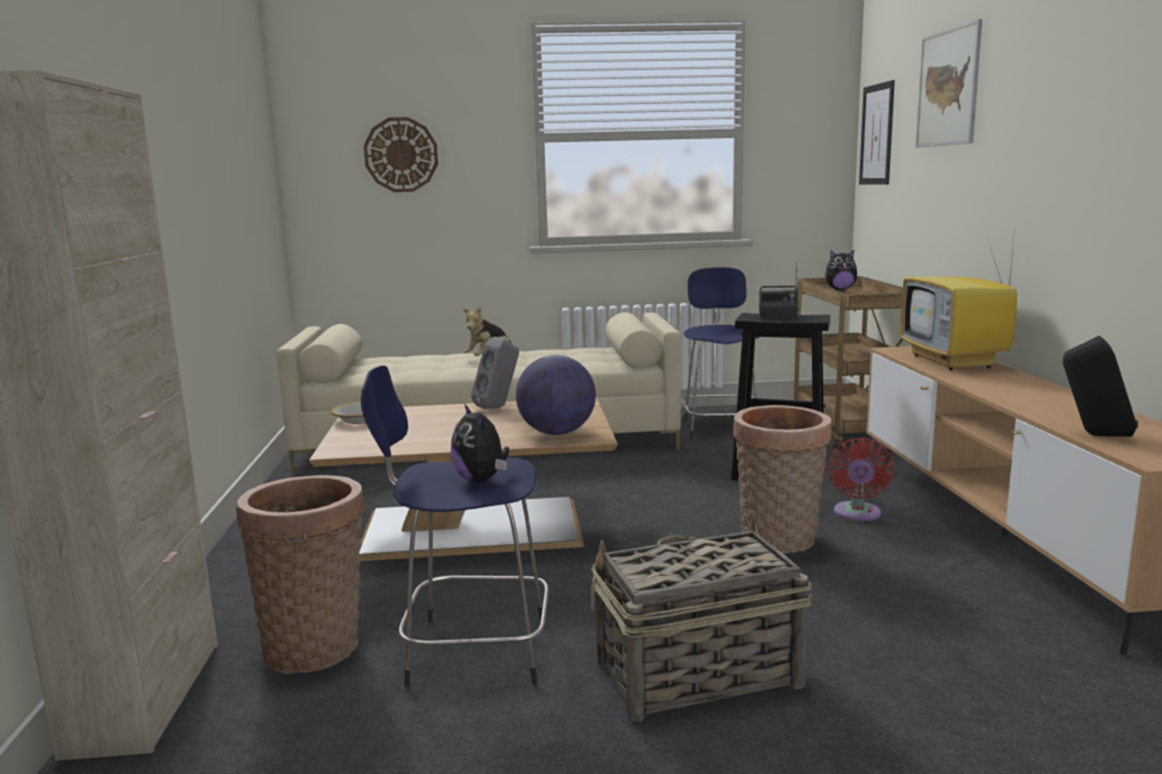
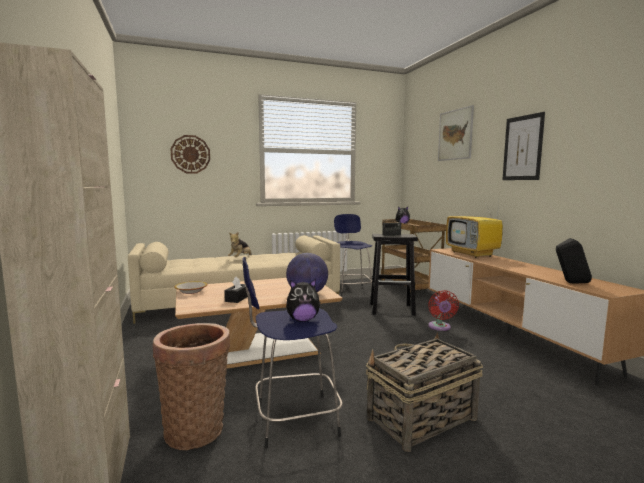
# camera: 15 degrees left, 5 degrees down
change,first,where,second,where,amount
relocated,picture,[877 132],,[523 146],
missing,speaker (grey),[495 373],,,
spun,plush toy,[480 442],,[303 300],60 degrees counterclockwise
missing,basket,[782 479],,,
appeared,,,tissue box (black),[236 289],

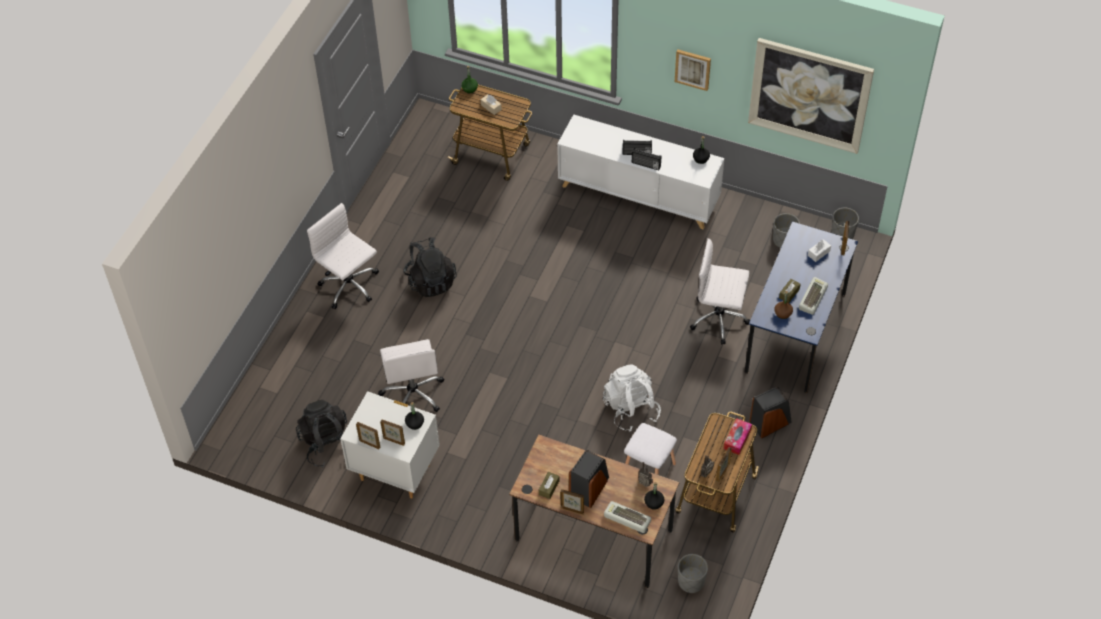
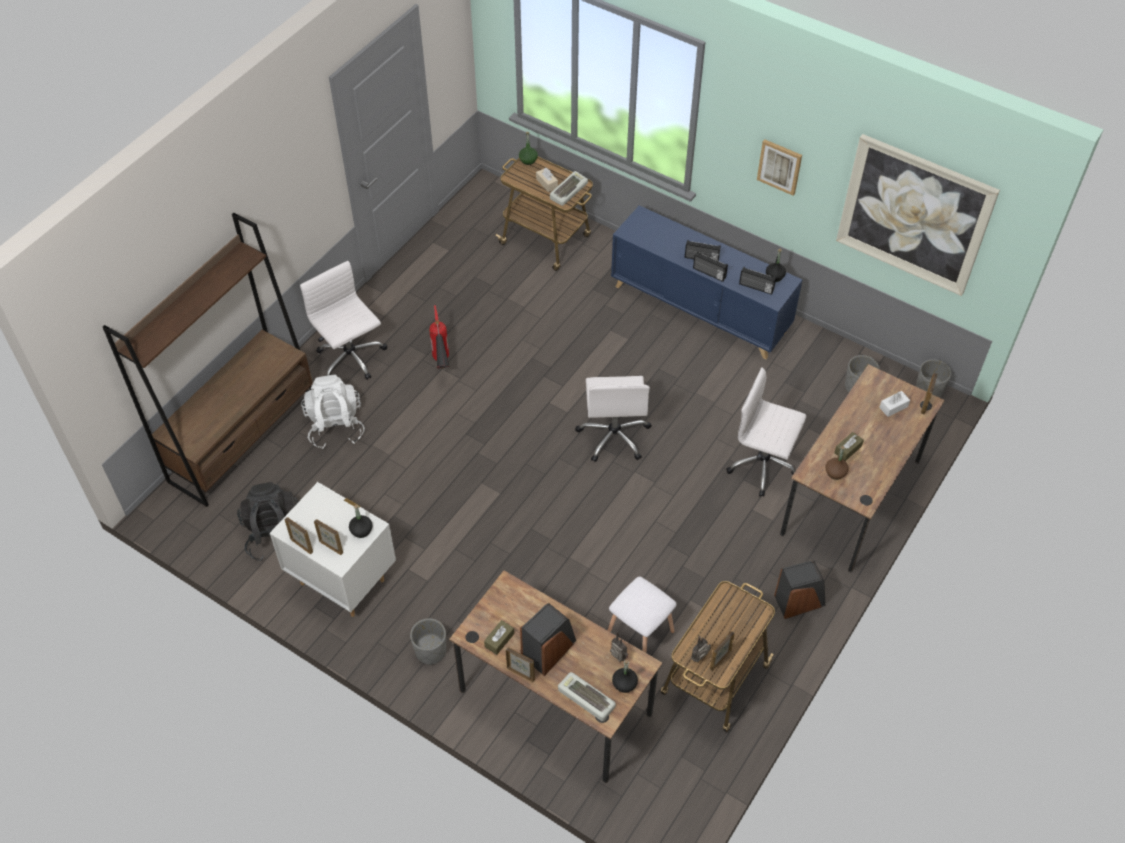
# camera: 10 degrees right, 0 degrees up
change,first,where,second,where,amount
colour,cabinet (white),[640 172],cabinet (blue),[706 282],
colour,desk (blue),[801 307],desk (brown),[862 468],
exchanged,backpack (black),[430 267],fire extinguisher,[439 336],
relocated,keyboard,[813 296],,[569 188],
relocated,office chair (white),[411 375],,[613 419],
relocated,backpack (white),[632 398],,[333 411],
missing,tissue box,[738 436],,,
relocated,planter (grey),[693 573],,[428 641],
appeared,,,bookcase (brown),[208 360],
appeared,,,radio,[757 281],

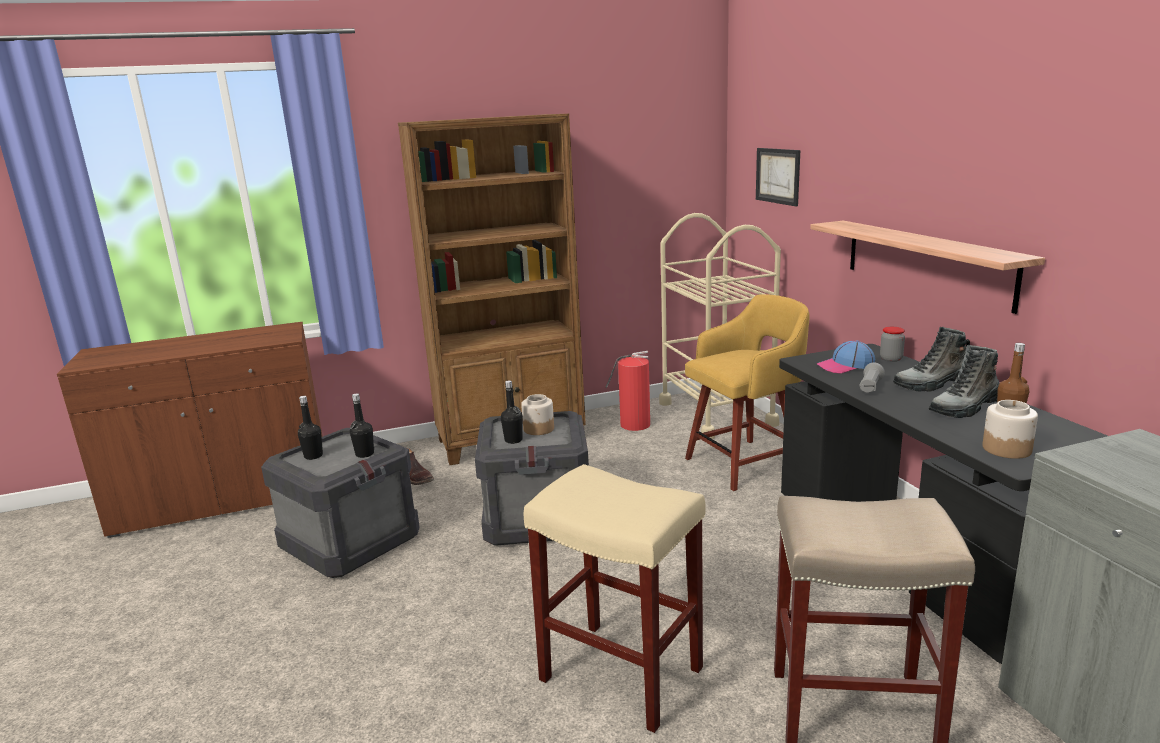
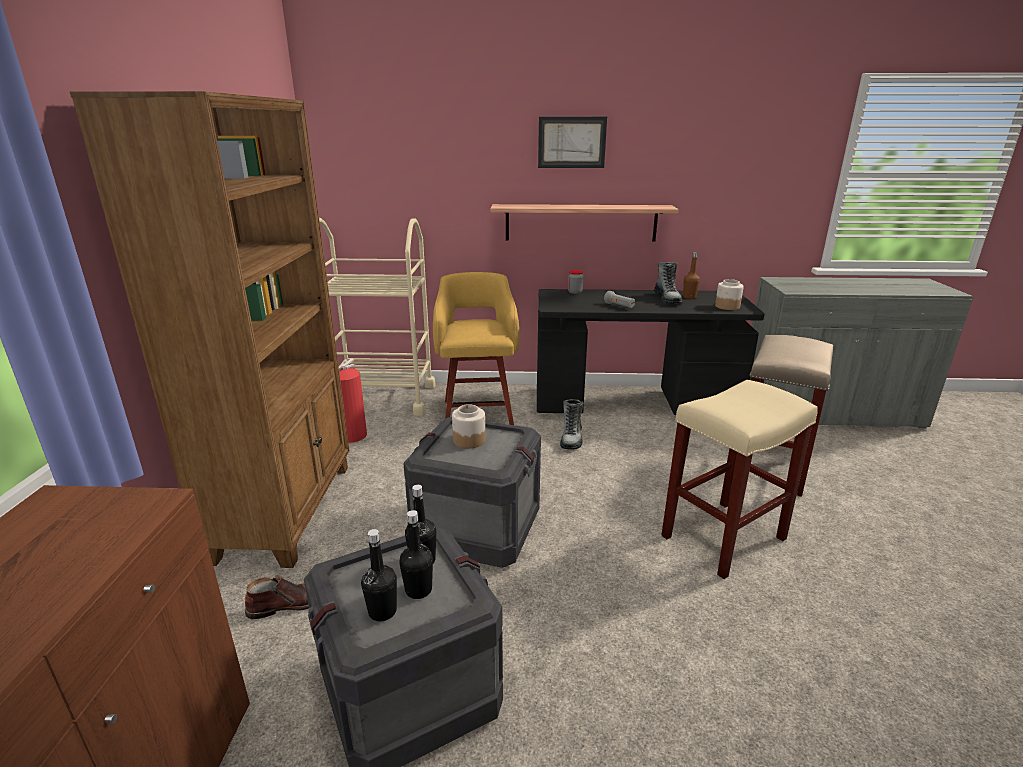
# camera: 70 degrees left, 5 degrees up
change,first,where,second,where,amount
relocated,picture,[778 177],,[572 142],
relocated,boot,[931 359],,[571 424],
missing,cap,[846 357],,,
relocated,bottle (black),[512 412],,[416 554],

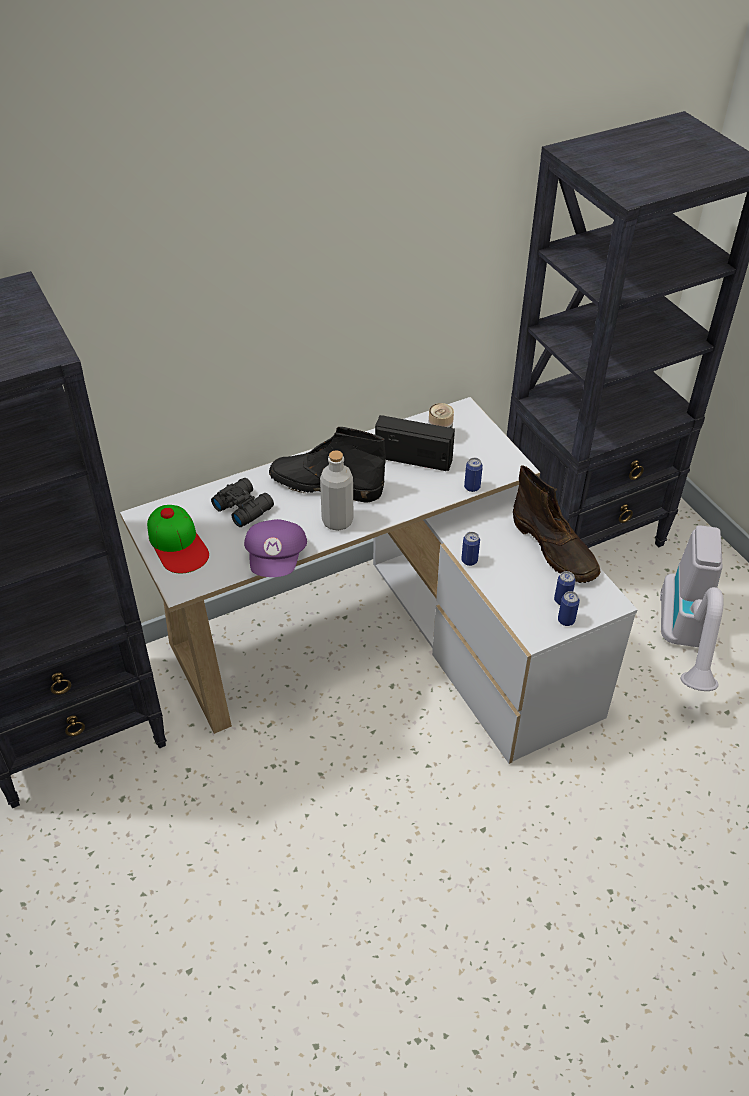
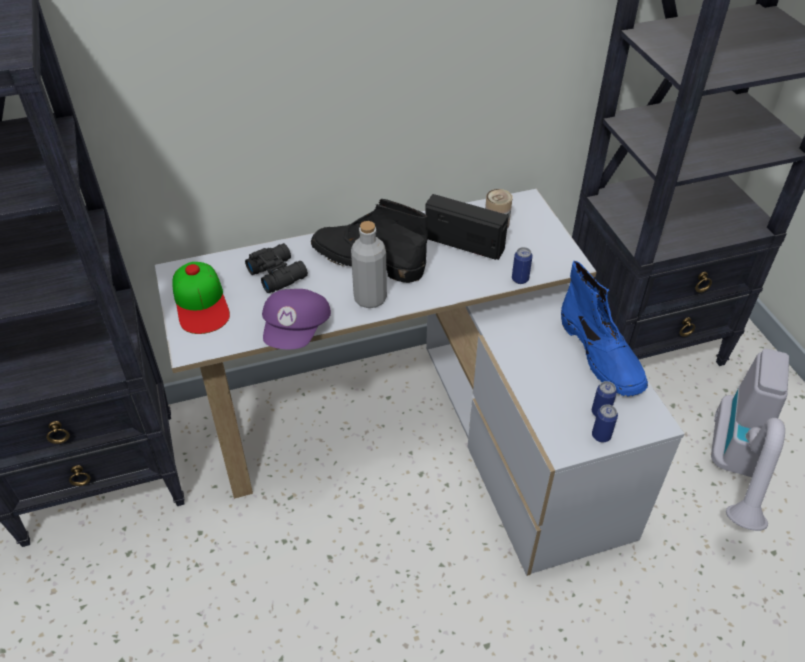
# camera: 10 degrees right, 0 degrees up
change,first,where,second,where,amount
colour,boot (brown),[556 524],boot (blue),[604 329],
missing,can,[470 549],,,

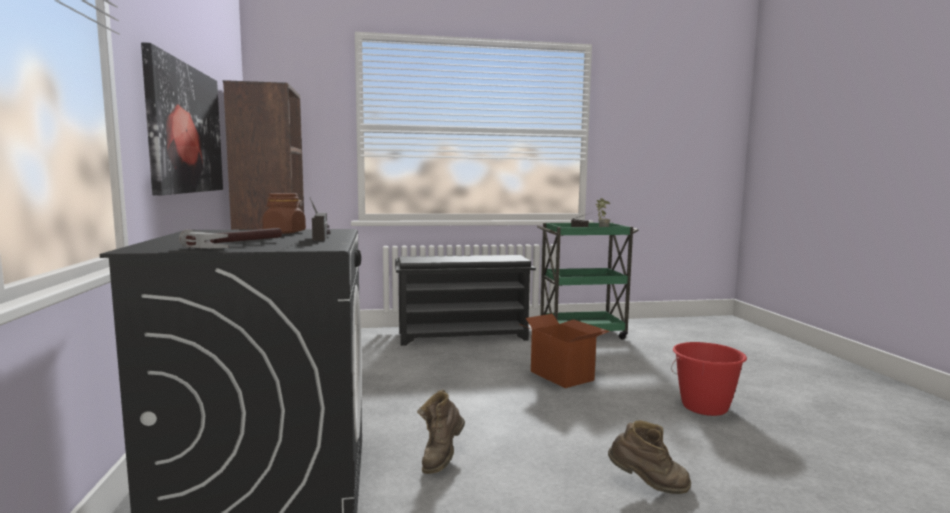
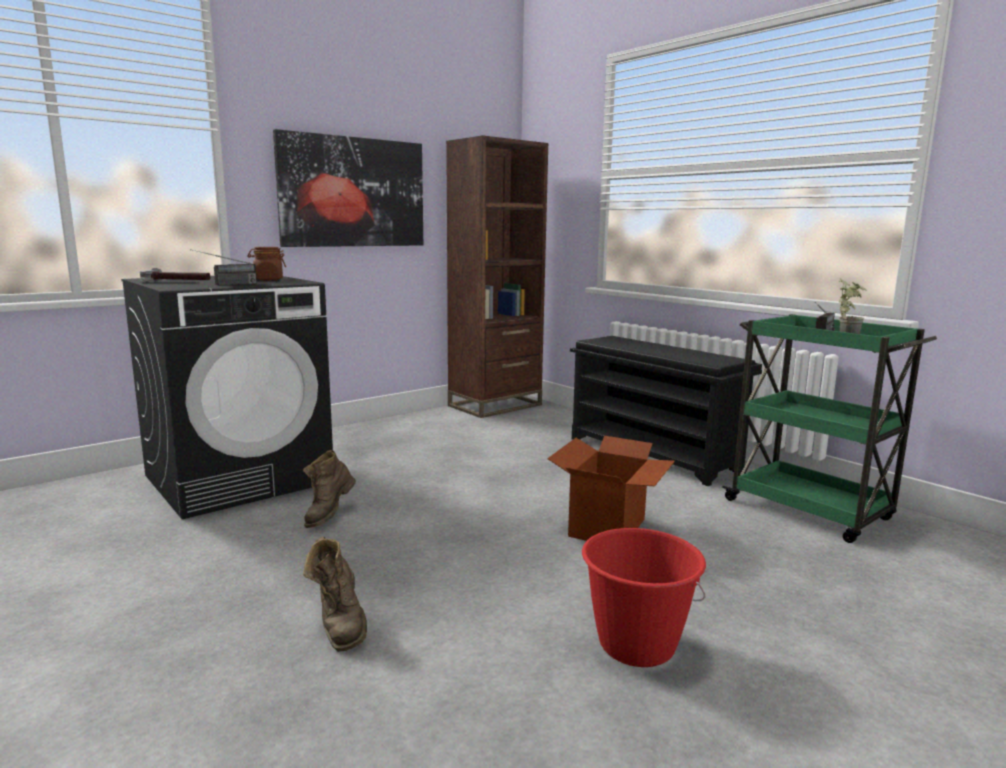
# camera: 60 degrees right, 5 degrees up
change,first,where,second,where,amount
spun,boot (brown),[441 432],,[329 489],60 degrees counterclockwise

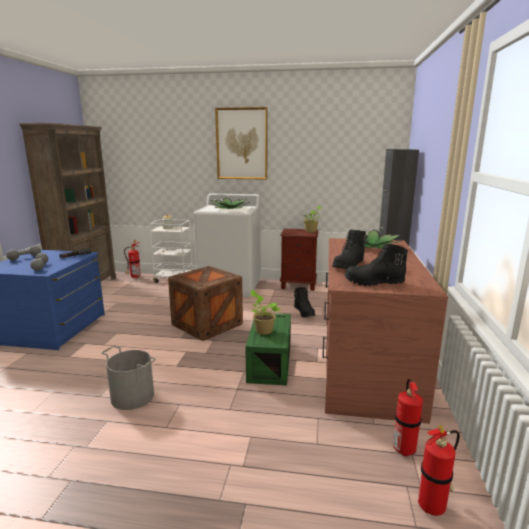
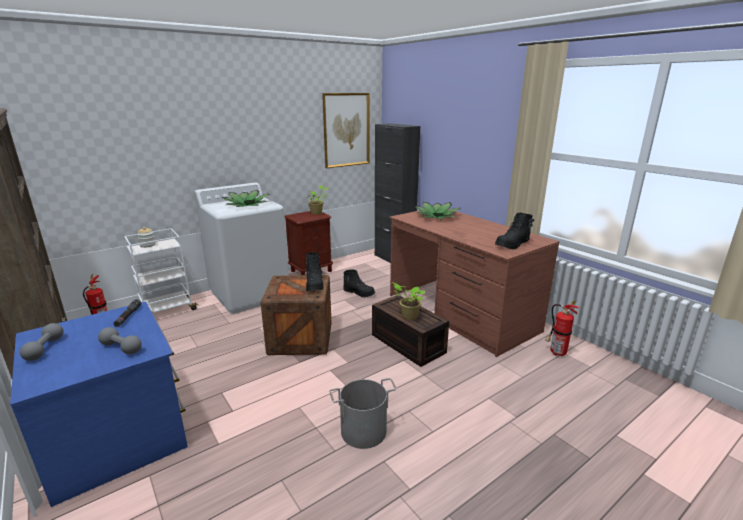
# camera: 45 degrees left, 5 degrees up
change,first,where,second,where,amount
relocated,picture,[241 143],,[346 130],
relocated,boot (black),[350 249],,[315 271],
colour,storage box (green),[268 349],storage box (brown),[410 331],
missing,fire extinguisher,[439 470],,,

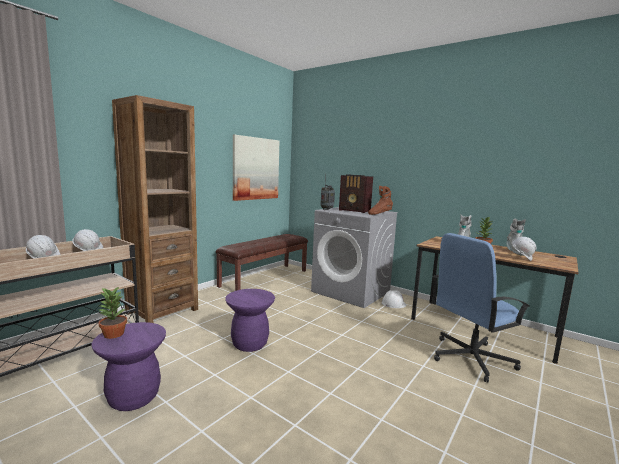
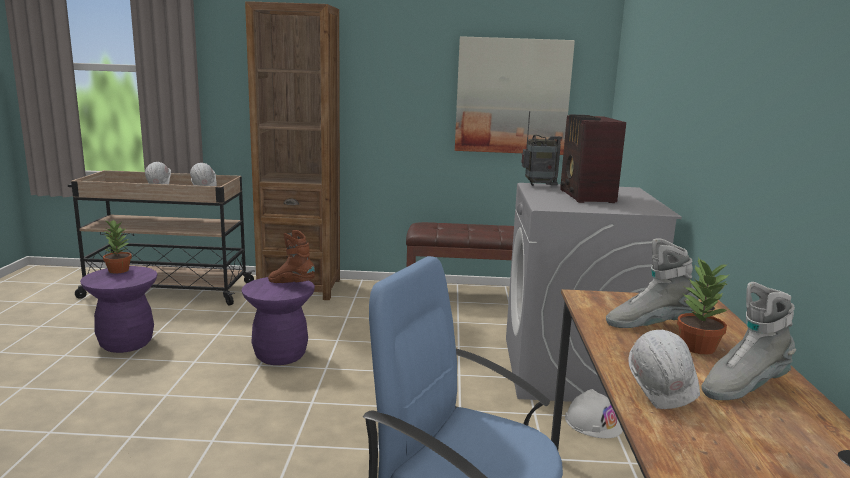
# camera: 55 degrees right, 5 degrees up
change,first,where,second,where,amount
relocated,boot (brown),[380 200],,[291 256],

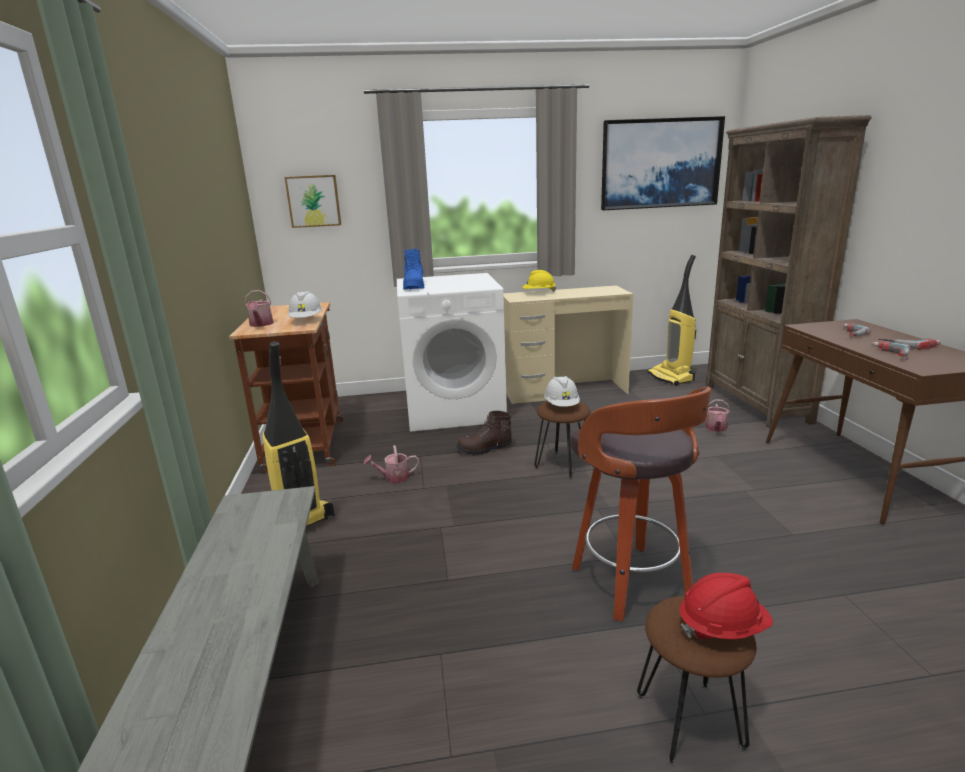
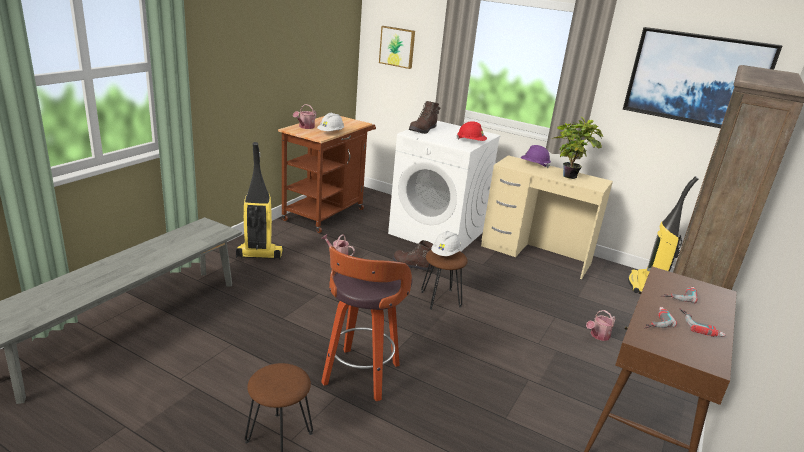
# camera: 35 degrees right, 5 degrees up
change,first,where,second,where,amount
colour,boot (blue),[414 269],boot (brown),[425 117],
colour,hard hat (yellow),[539 281],hard hat (purple),[536 156],
relocated,hard hat (red),[726 606],,[471 131],
appeared,,,potted plant,[577 148],

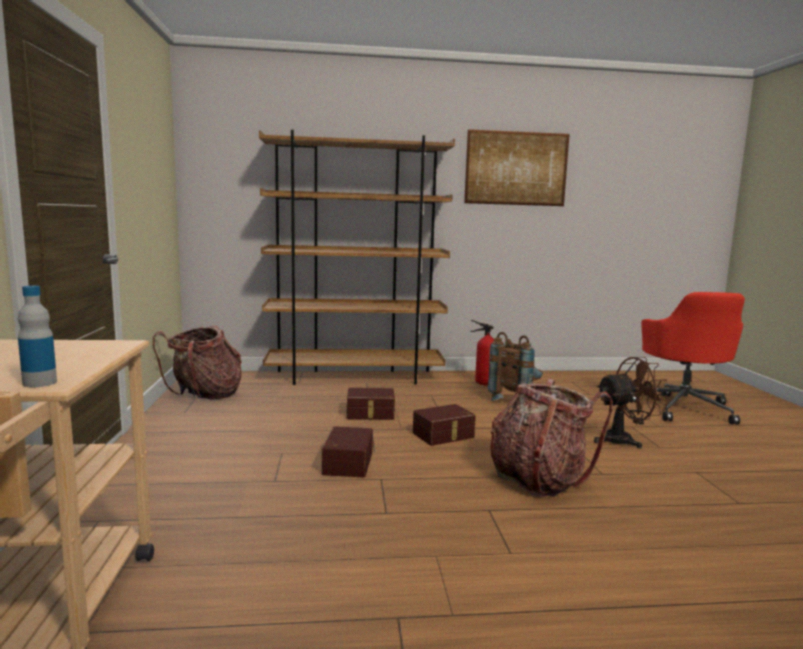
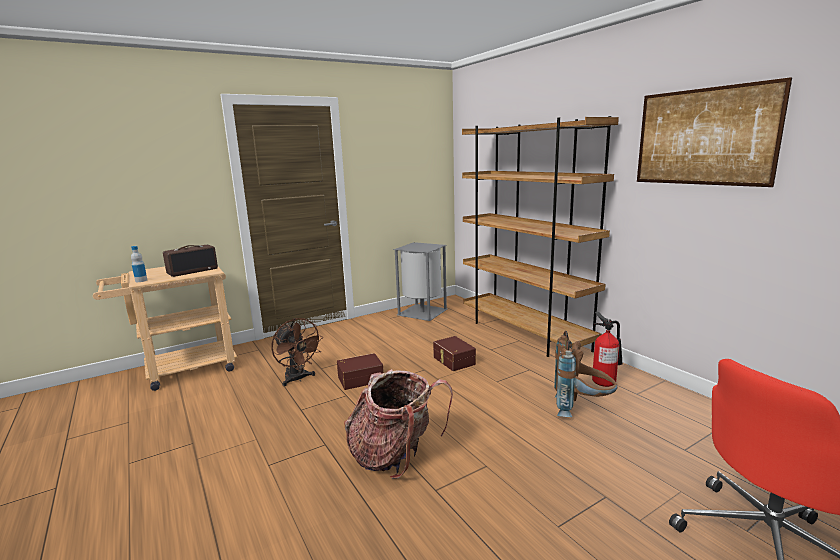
# camera: 65 degrees right, 5 degrees up
change,first,where,second,where,amount
exchanged,backpack,[197 362],trash can (grey),[420 281],
relocated,fan (brown),[631 403],,[297 352],
missing,storage box (brown),[444 425],,,
appeared,,,radio,[190 261],

